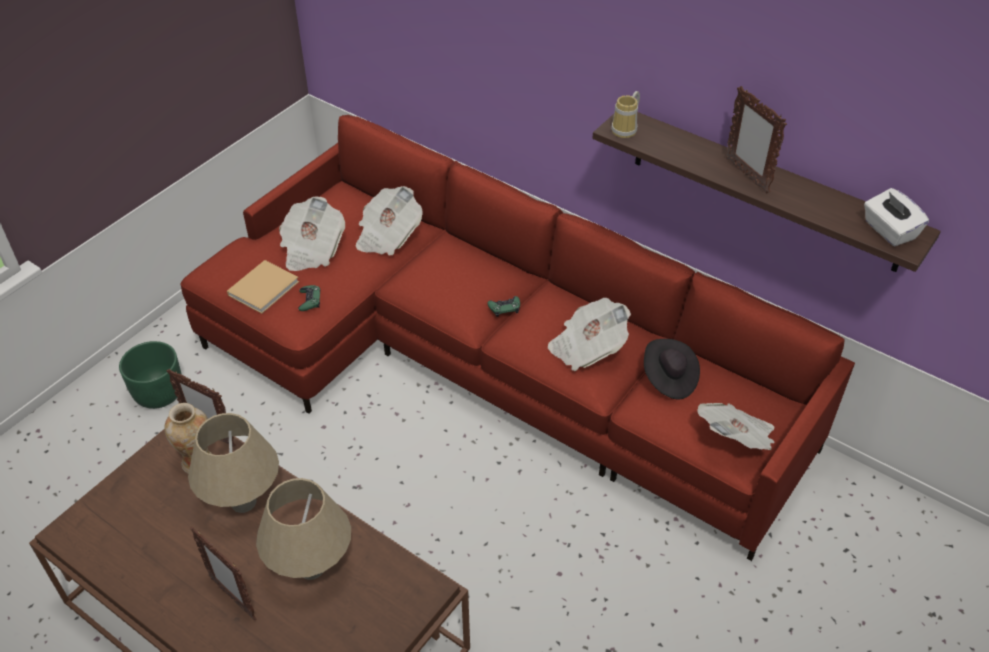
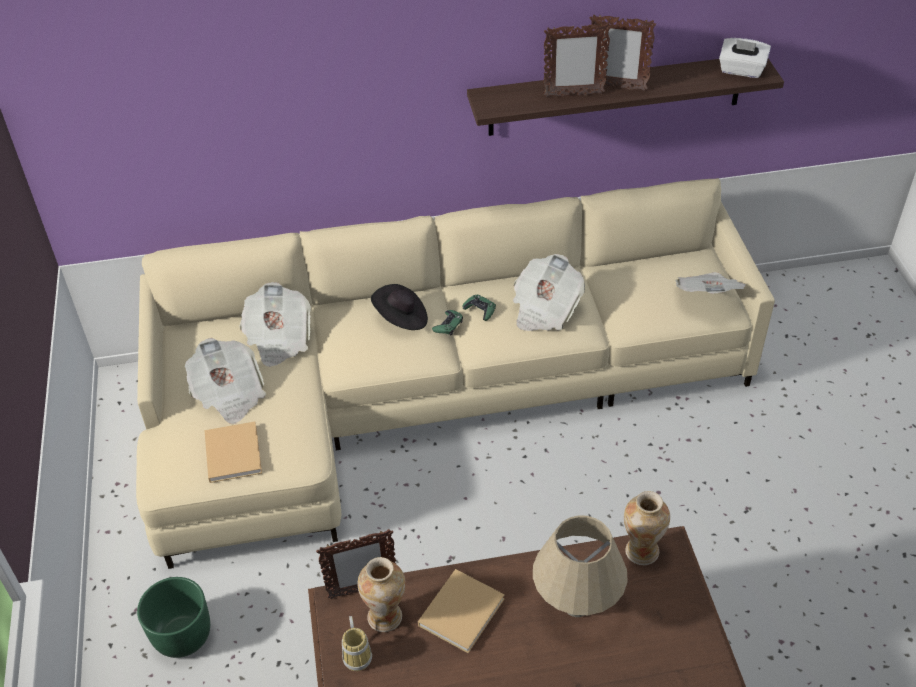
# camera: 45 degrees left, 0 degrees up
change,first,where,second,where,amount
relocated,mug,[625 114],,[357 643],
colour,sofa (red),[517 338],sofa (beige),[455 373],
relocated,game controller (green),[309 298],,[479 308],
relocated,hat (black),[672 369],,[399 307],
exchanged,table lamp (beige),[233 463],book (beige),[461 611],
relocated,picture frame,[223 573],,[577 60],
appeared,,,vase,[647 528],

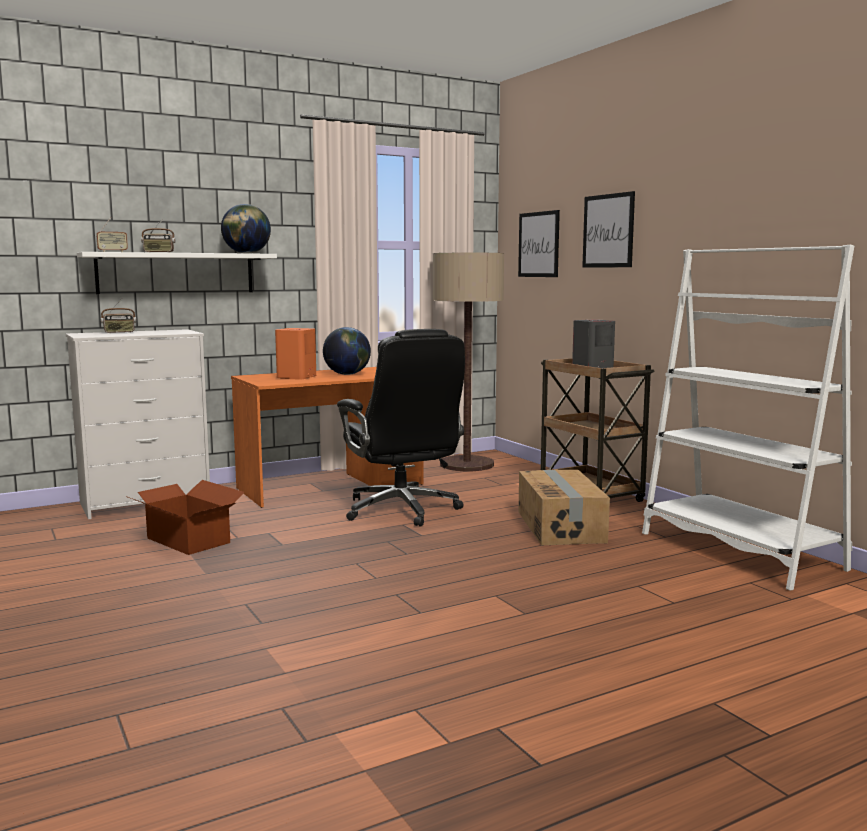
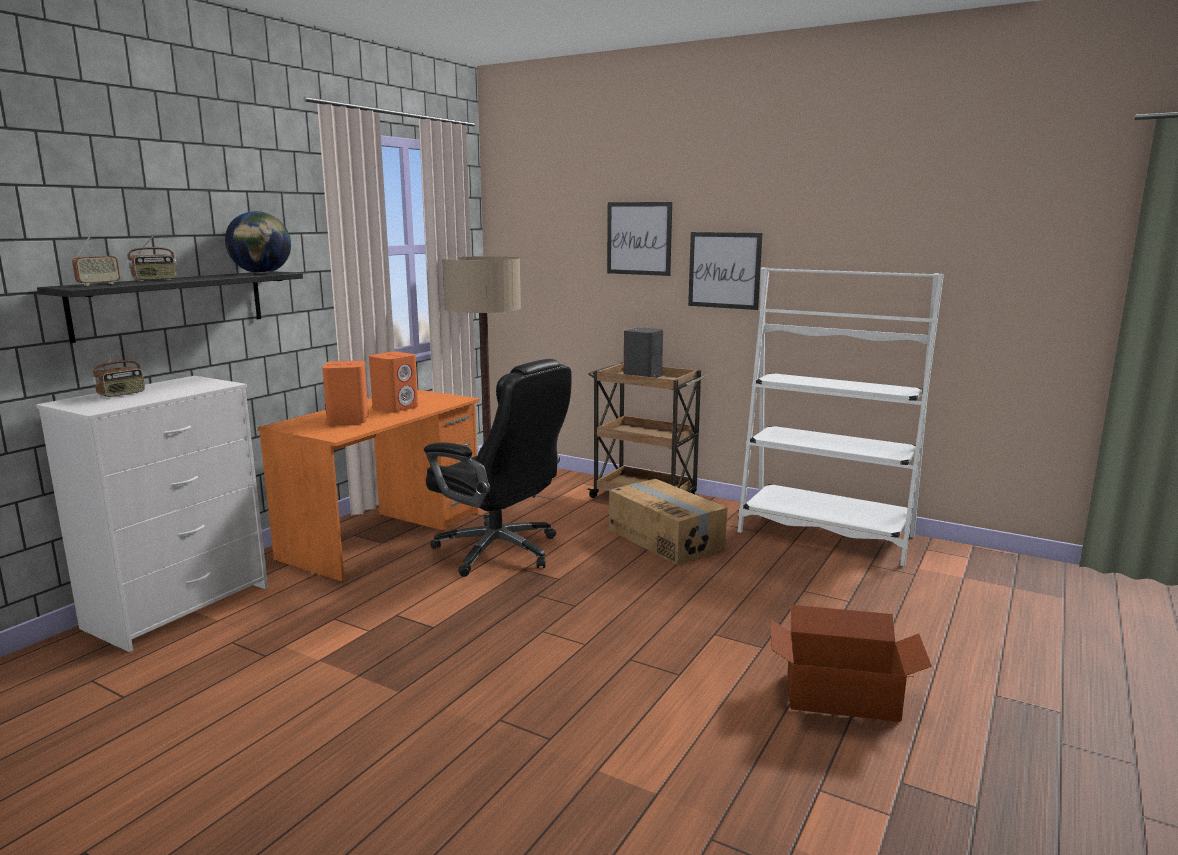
# camera: 30 degrees left, 5 degrees up
change,first,where,second,where,amount
relocated,picture,[539 243],,[725 271],
colour,shelf (white),[177 273],shelf (black),[170 307],
exchanged,globe,[347 351],speaker (orange),[393 382],
relocated,cardboard box,[185 517],,[851 663],

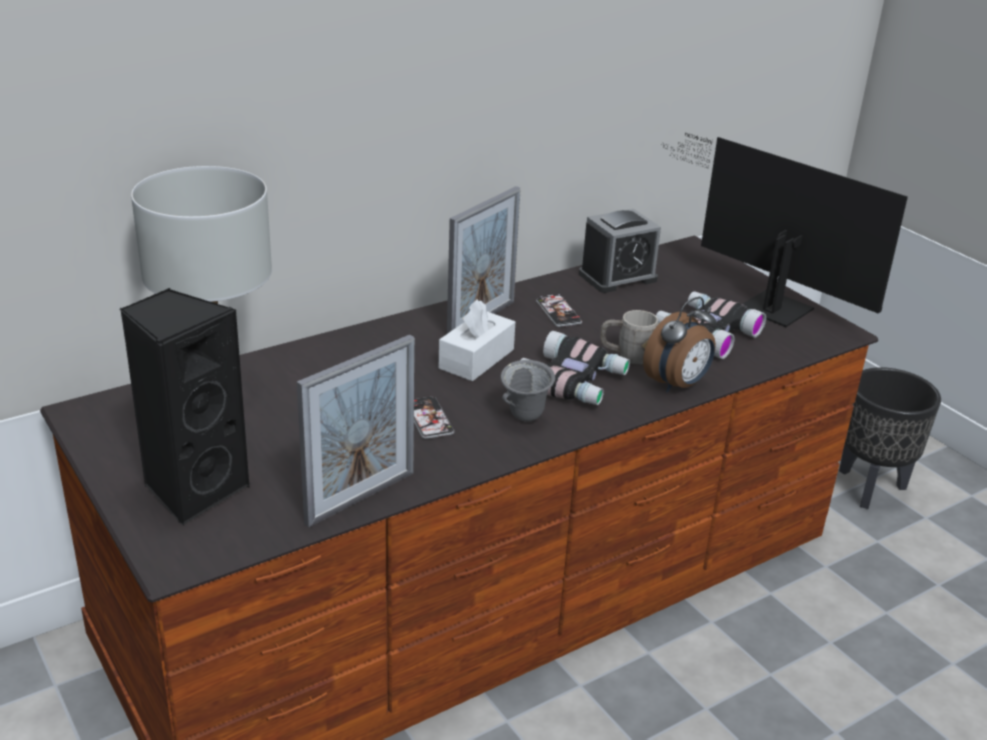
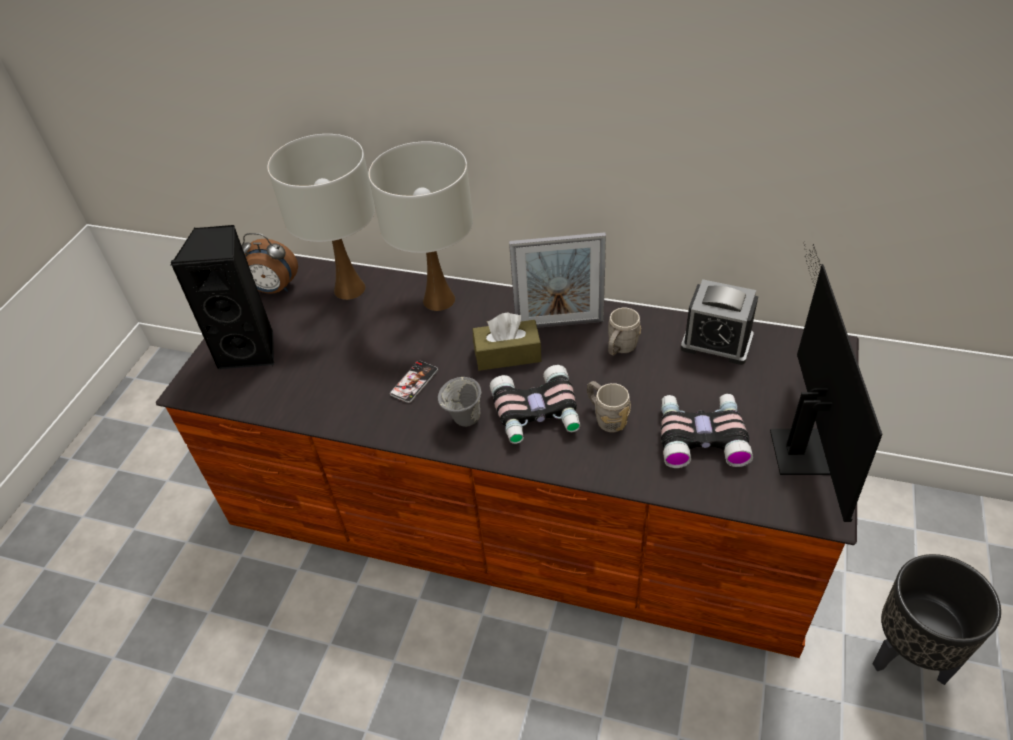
# camera: 55 degrees right, 15 degrees up
change,first,where,second,where,amount
exchanged,phone,[559 310],mug (grey),[624 331],
relocated,alarm clock,[680 345],,[269 263],
colour,tissue box (white),[477 340],tissue box (brown),[507 342],
missing,picture frame,[356 431],,,
appeared,,,table lamp (white),[420 226],

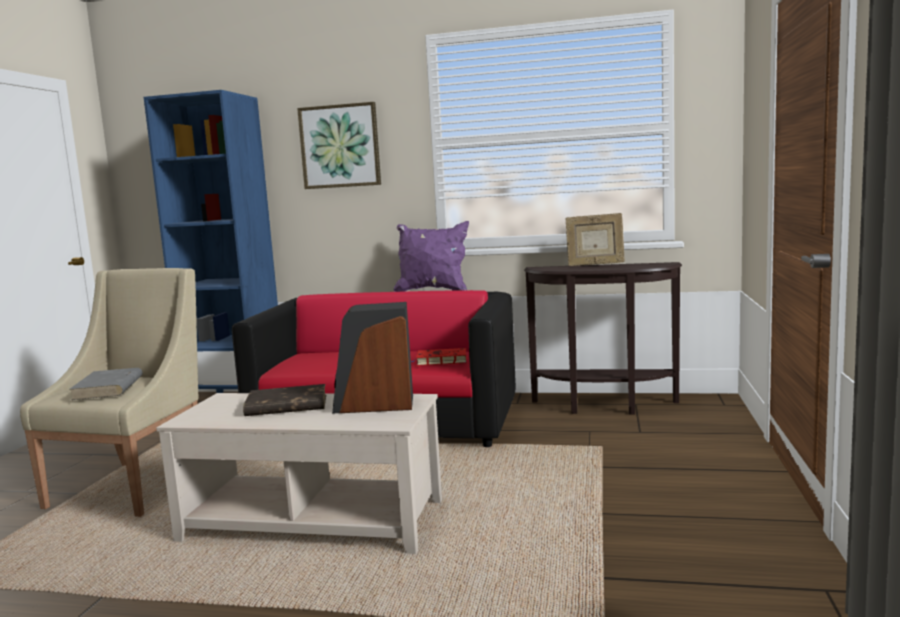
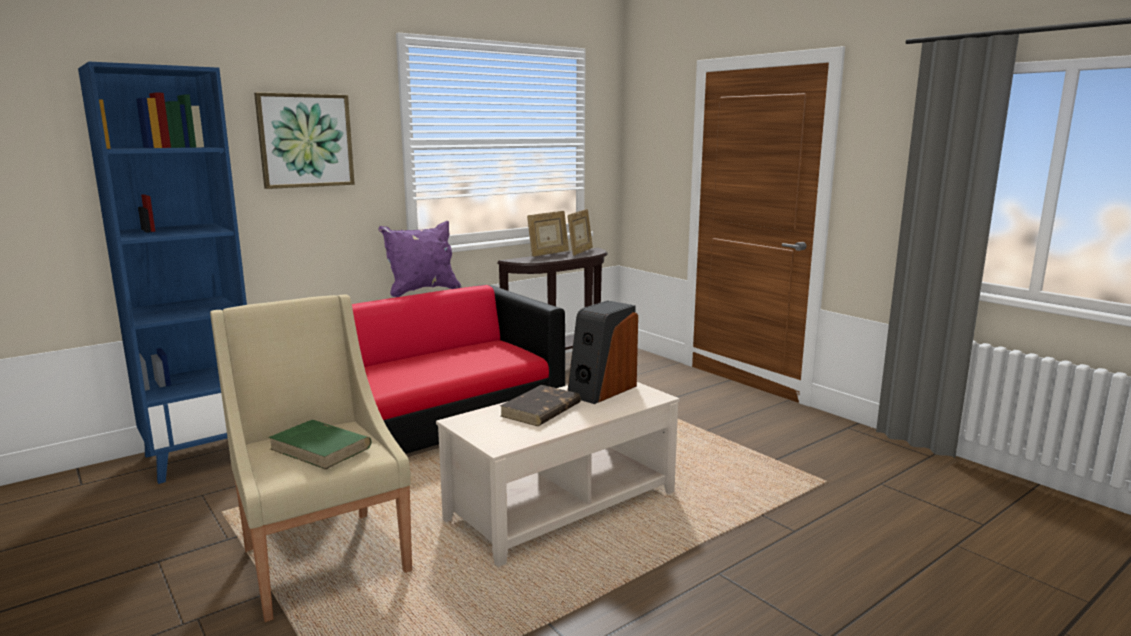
# camera: 50 degrees left, 5 degrees up
change,first,where,second,where,amount
missing,book (red),[439 357],,,
colour,book (grey),[106 384],book (green),[319 445],
appeared,,,picture frame,[580 232],

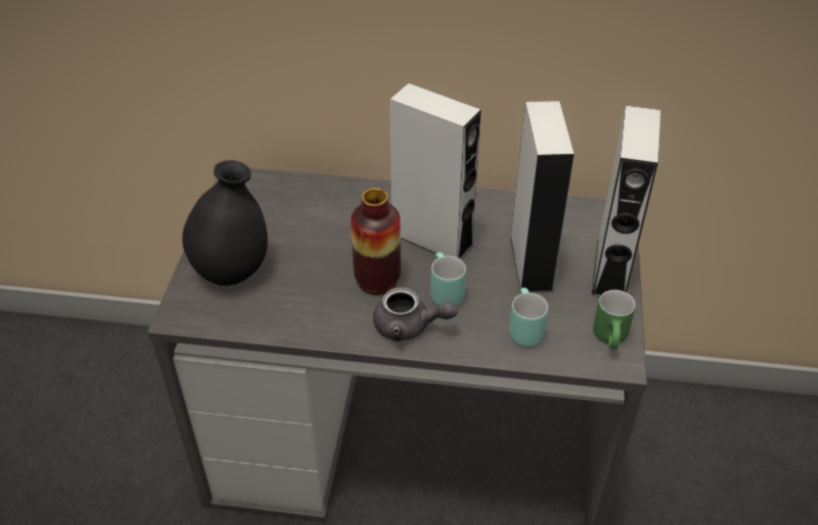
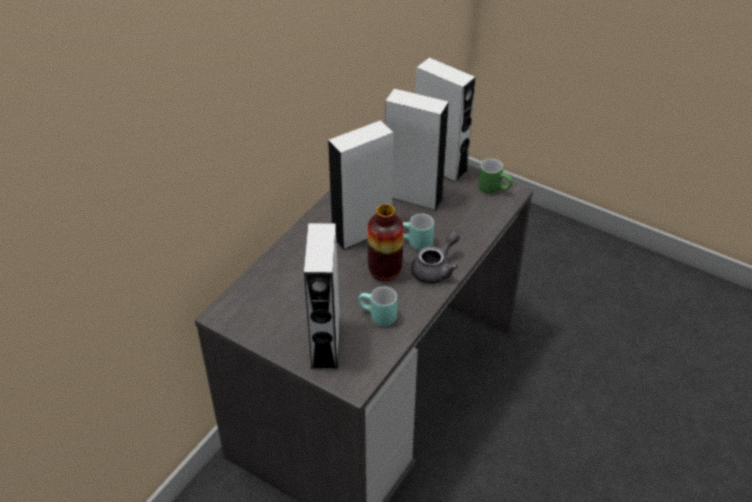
# camera: 65 degrees left, 0 degrees up
change,first,where,second,where,amount
exchanged,vase (black),[225 223],speaker (grey),[322 296],
relocated,mug (turquoise),[528 317],,[377 306],

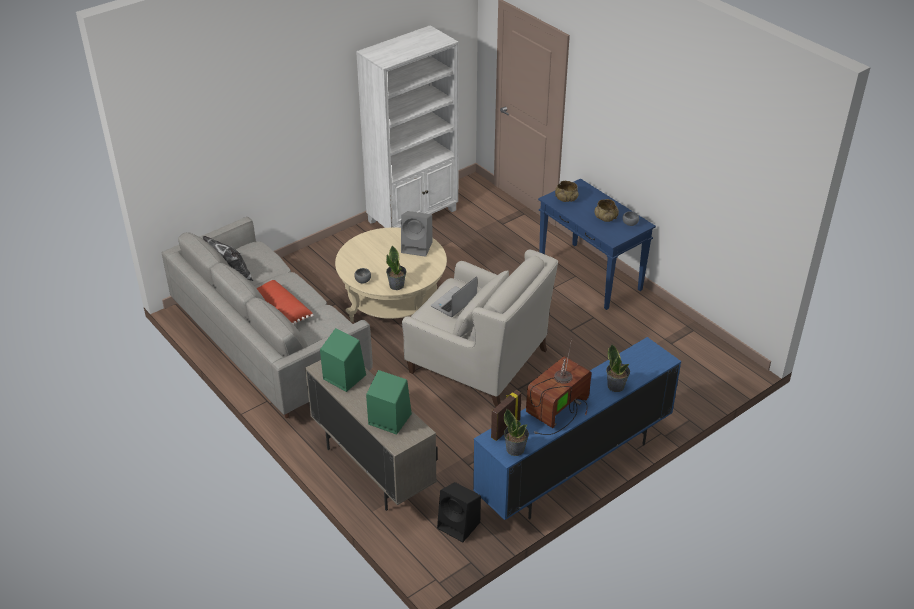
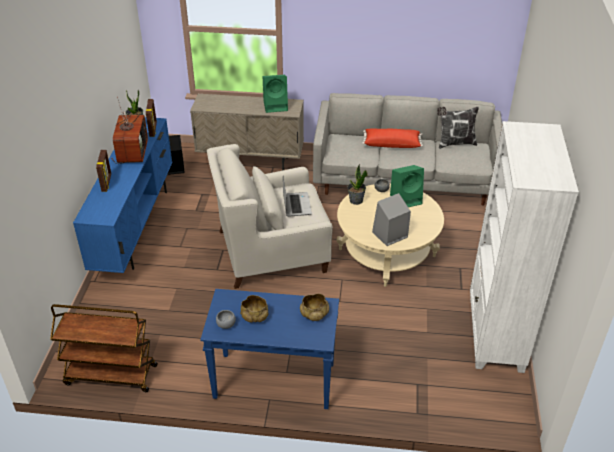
# camera: 135 degrees right, 0 degrees up
change,first,where,second,where,amount
exchanged,potted plant,[618 368],picture frame,[103 171],
relocated,speaker (green),[389 402],,[407 186],
appeared,,,cart (brown),[104 348],

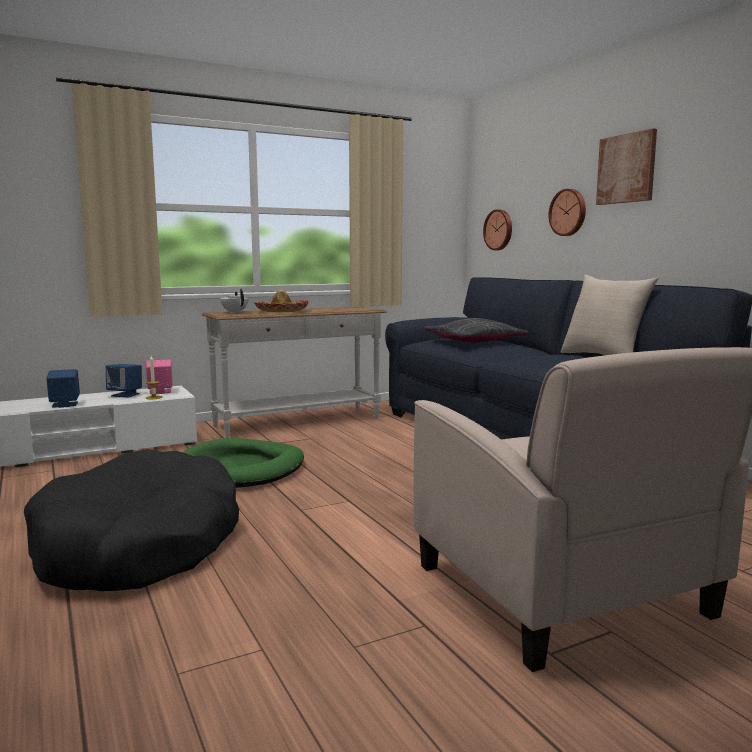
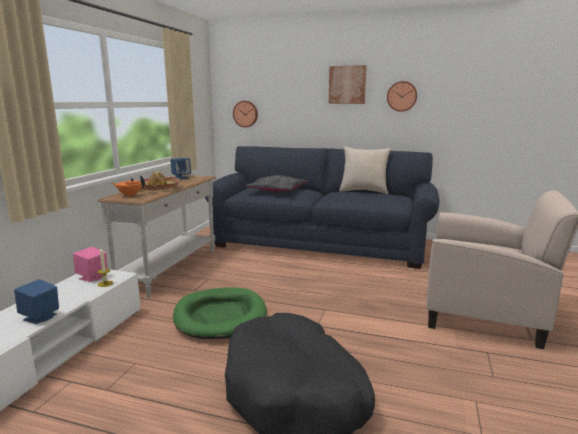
# camera: 45 degrees left, 5 degrees up
change,first,where,second,where,amount
relocated,wall clock,[567 212],,[402 96],
colour,teapot (white),[234 300],teapot (orange),[128 186],
relocated,speaker (blue),[124 380],,[180 168],

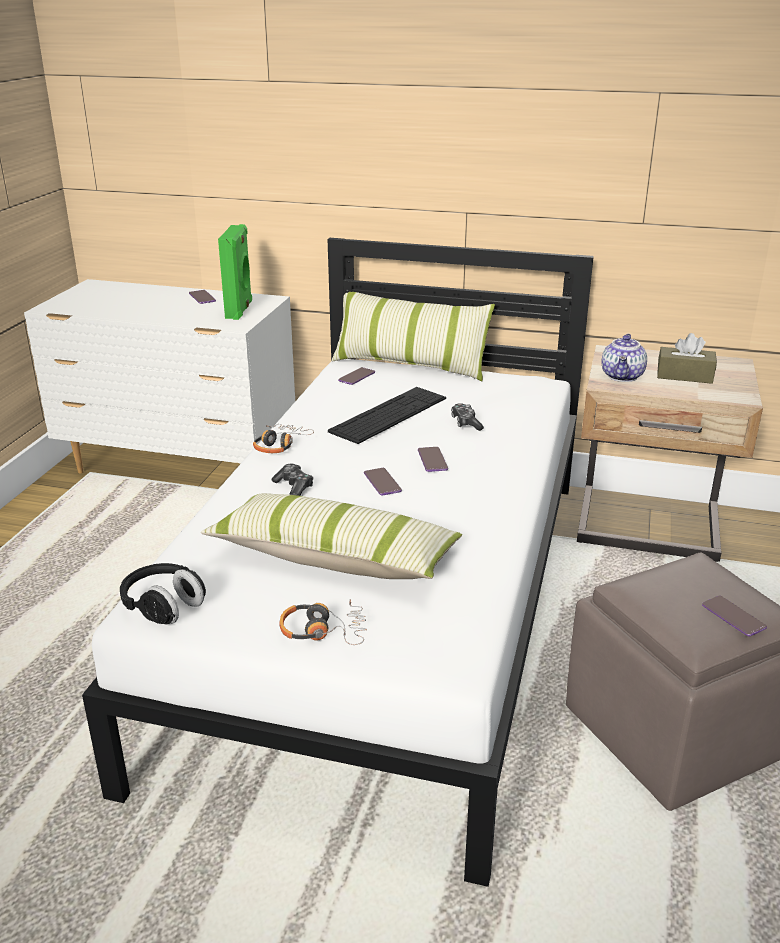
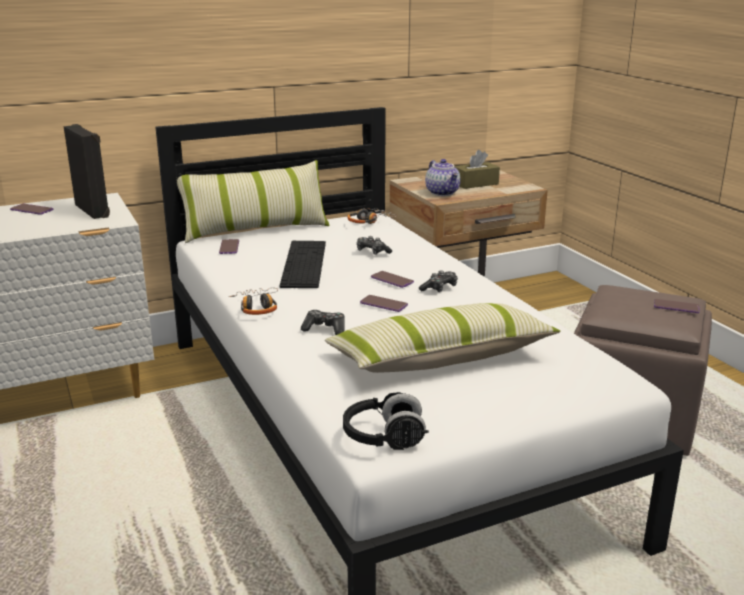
# camera: 40 degrees left, 5 degrees down
change,first,where,second,where,amount
colour,speaker (green),[235 272],speaker (black),[86 171],
relocated,headphones,[323 622],,[371 216],
appeared,,,game controller,[438 281],

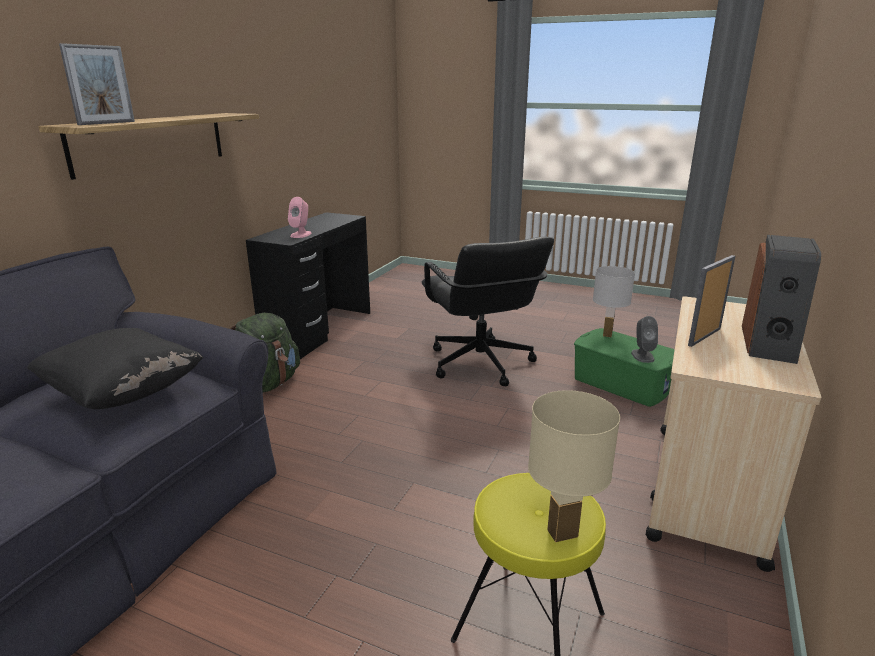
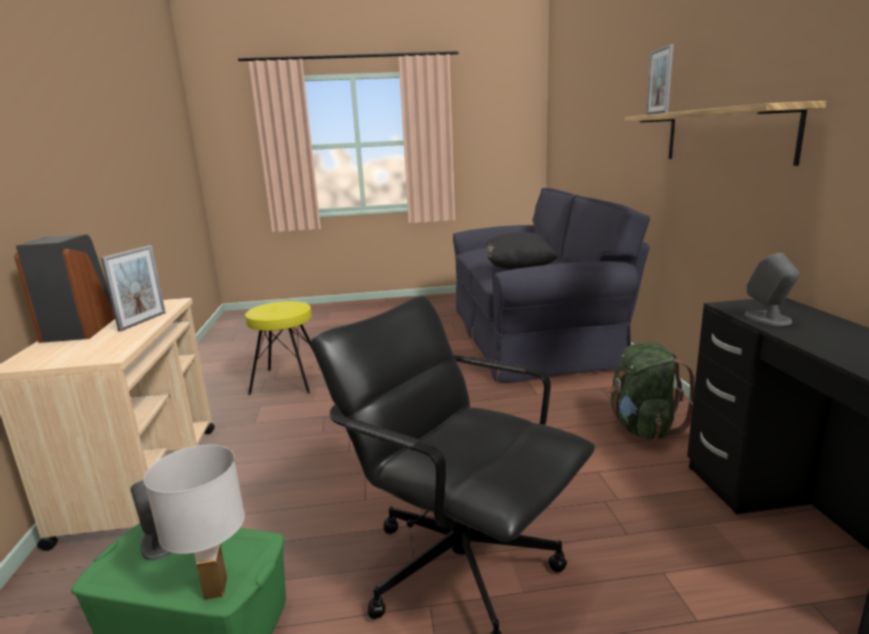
# camera: 150 degrees right, 5 degrees down
change,first,where,second,where,amount
colour,speaker (pink),[300 217],speaker (grey),[772 289],
missing,table lamp (beige),[574 466],,,

